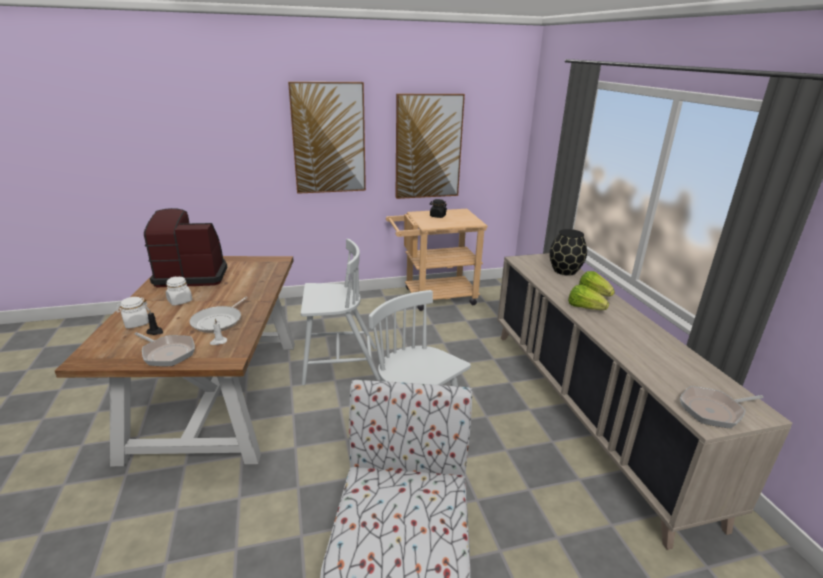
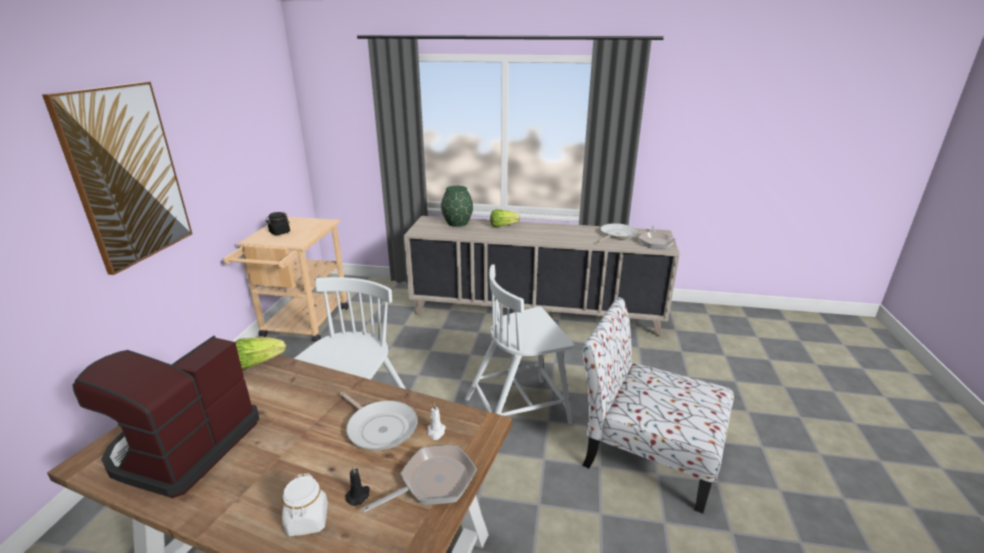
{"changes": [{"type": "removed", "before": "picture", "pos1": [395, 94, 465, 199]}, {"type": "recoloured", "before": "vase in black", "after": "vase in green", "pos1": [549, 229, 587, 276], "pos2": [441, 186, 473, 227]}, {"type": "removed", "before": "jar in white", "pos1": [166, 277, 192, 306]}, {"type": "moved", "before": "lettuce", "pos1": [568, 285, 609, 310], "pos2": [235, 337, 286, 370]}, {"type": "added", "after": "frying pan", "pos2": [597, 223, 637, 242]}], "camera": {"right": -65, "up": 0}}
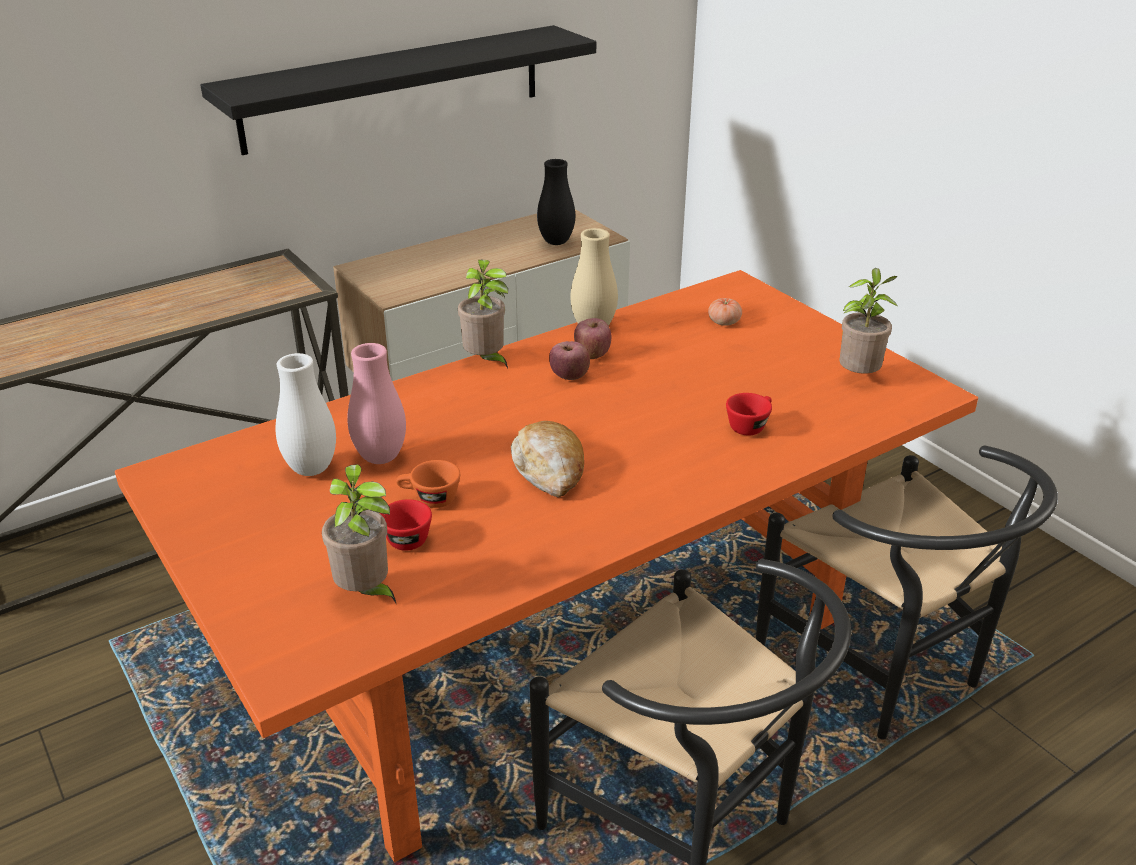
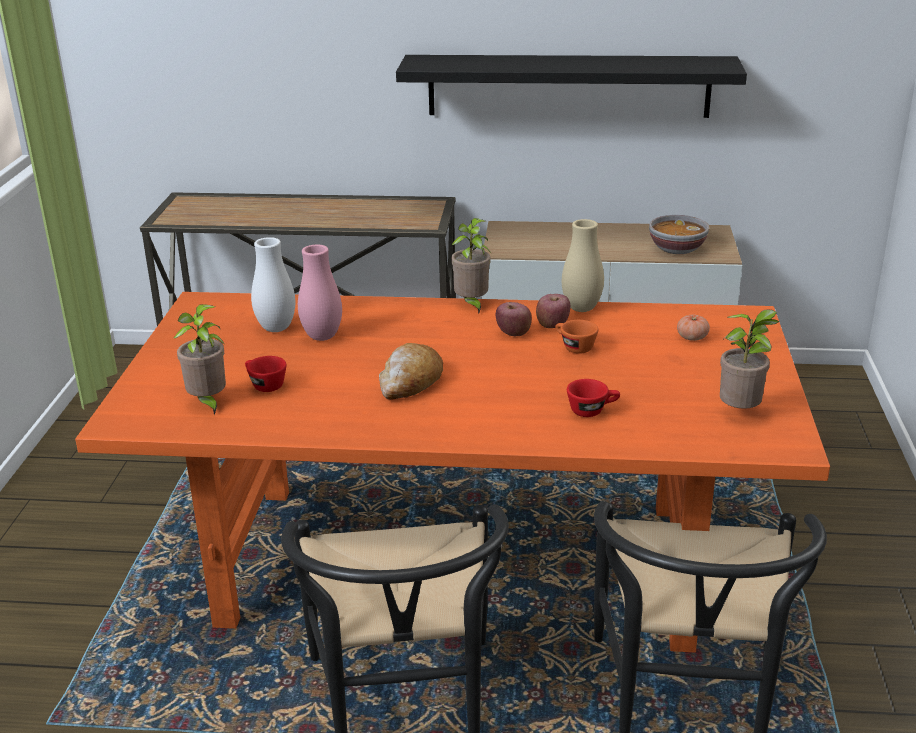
{"changes": [{"type": "replaced", "before": "vase in black", "after": "bowl", "pos1": [537, 159, 575, 245], "pos2": [649, 215, 709, 254]}, {"type": "moved", "before": "cup in orange", "pos1": [396, 460, 460, 508], "pos2": [555, 320, 598, 354]}], "camera": {"right": 40, "up": -5}}
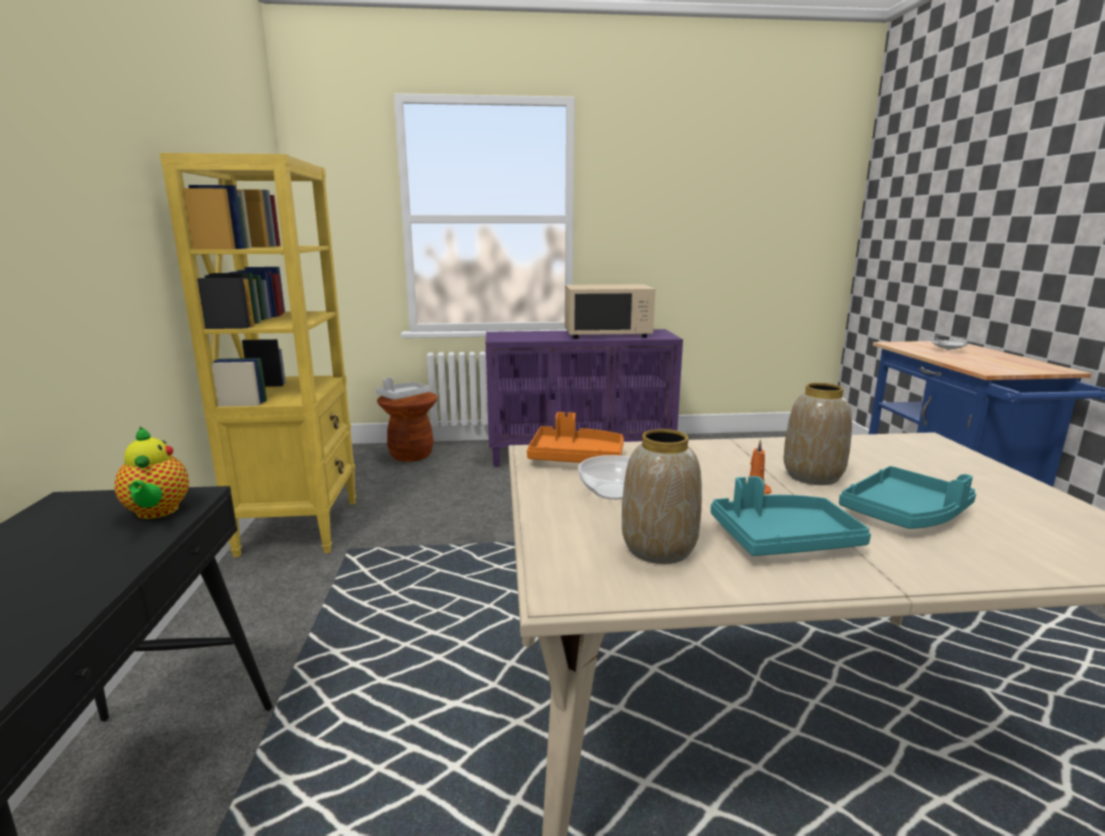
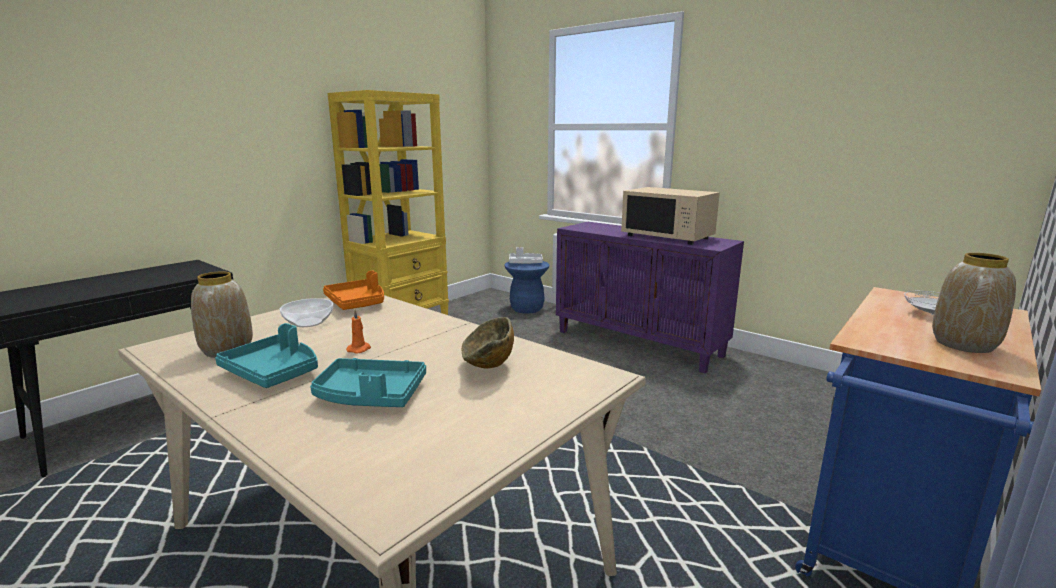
{"changes": [{"type": "moved", "before": "vase", "pos1": [784, 383, 852, 485], "pos2": [932, 253, 1016, 353]}, {"type": "recoloured", "before": "stool in brown", "after": "stool in blue", "pos1": [377, 392, 437, 462], "pos2": [504, 261, 550, 314]}, {"type": "removed", "before": "teapot", "pos1": [114, 427, 189, 519]}, {"type": "added", "after": "bowl", "pos2": [462, 317, 514, 368]}], "camera": {"right": 45, "up": 0}}
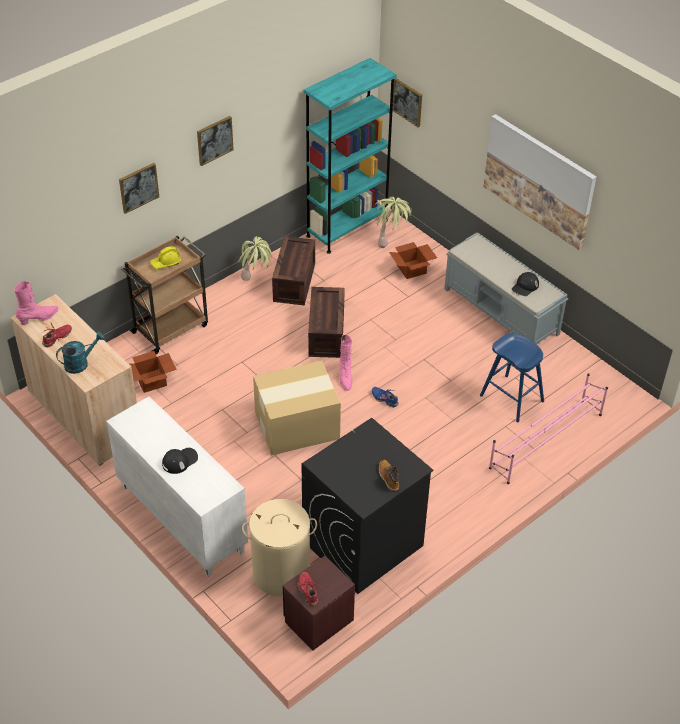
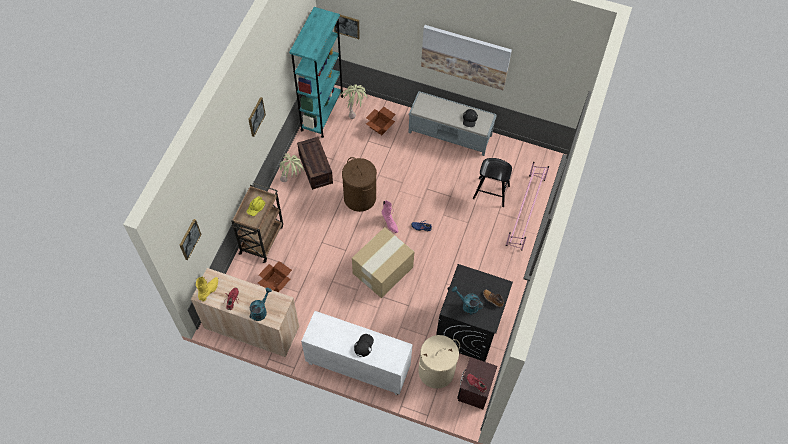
{"changes": [{"type": "moved", "before": "picture", "pos1": [119, 163, 159, 214], "pos2": [180, 219, 201, 260]}, {"type": "recoloured", "before": "boot in pink", "after": "boot in yellow", "pos1": [14, 281, 59, 325], "pos2": [196, 277, 218, 302]}, {"type": "replaced", "before": "crate", "after": "laundry basket in brown", "pos1": [308, 287, 345, 358], "pos2": [342, 157, 377, 212]}, {"type": "recoloured", "before": "stool in blue", "after": "stool in black", "pos1": [480, 333, 544, 422], "pos2": [473, 158, 512, 207]}, {"type": "added", "after": "watering can in turquoise", "pos2": [452, 286, 483, 315]}], "camera": {"right": -30, "up": 15}}
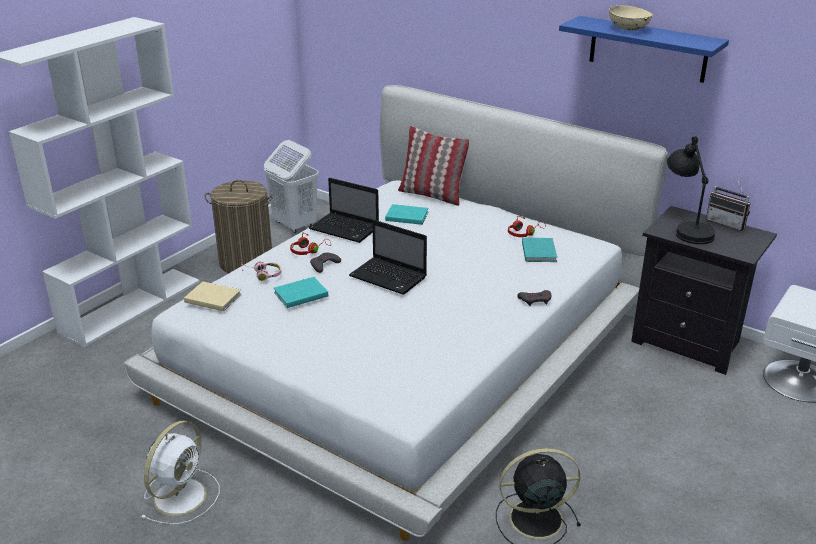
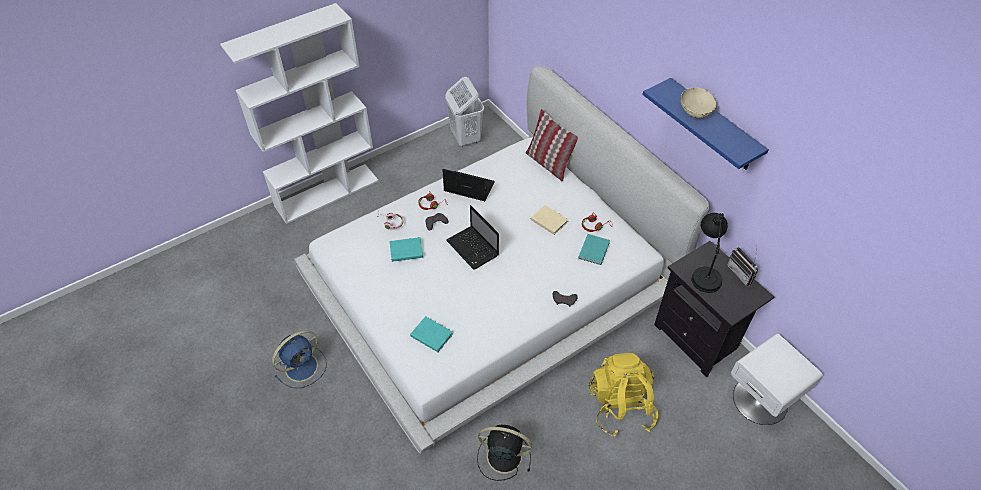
{"changes": [{"type": "turned", "before": "laptop", "pos1": [309, 178, 379, 243], "pos2": [442, 169, 495, 201], "turn": 150}, {"type": "removed", "before": "laundry basket", "pos1": [204, 180, 273, 273]}, {"type": "moved", "before": "book in turquoise", "pos1": [385, 204, 428, 225], "pos2": [410, 316, 453, 352]}, {"type": "moved", "before": "book in beige", "pos1": [184, 281, 241, 311], "pos2": [531, 205, 569, 235]}, {"type": "recoloured", "before": "fan in white", "after": "fan in blue", "pos1": [140, 421, 220, 525], "pos2": [272, 330, 327, 388]}, {"type": "added", "after": "backpack in yellow", "pos2": [589, 353, 659, 437]}], "camera": {"right": 20, "up": 20}}
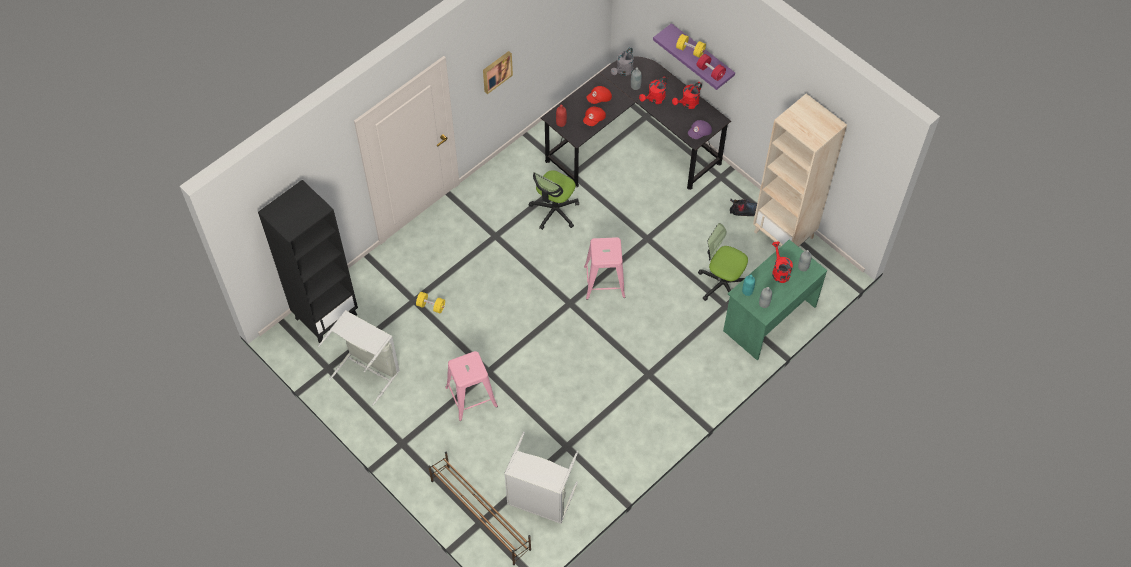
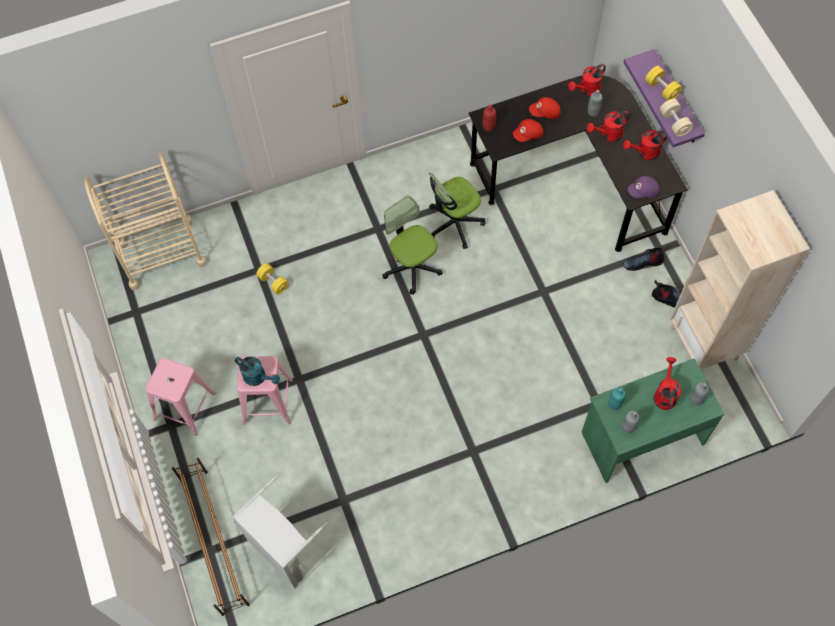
{"changes": [{"type": "recoloured", "before": "watering can in grey", "after": "watering can in red", "pos1": [611, 47, 634, 76], "pos2": [568, 64, 606, 96]}, {"type": "removed", "before": "picture", "pos1": [483, 51, 513, 94]}, {"type": "recoloured", "before": "dumbbell in red", "after": "dumbbell in beige", "pos1": [697, 54, 726, 81], "pos2": [660, 99, 693, 137]}, {"type": "replaced", "before": "bookcase in black", "after": "cart in beige", "pos1": [258, 180, 358, 343], "pos2": [84, 152, 207, 290]}, {"type": "moved", "before": "office chair", "pos1": [698, 223, 748, 301], "pos2": [382, 196, 443, 295]}, {"type": "moved", "before": "stool in pink", "pos1": [584, 237, 625, 300], "pos2": [146, 358, 216, 435]}, {"type": "removed", "before": "laundry basket in grey", "pos1": [318, 310, 400, 405]}, {"type": "added", "after": "boot", "pos2": [623, 246, 670, 271]}, {"type": "added", "after": "watering can in turquoise", "pos2": [235, 356, 280, 386]}], "camera": {"right": 25, "up": 5}}
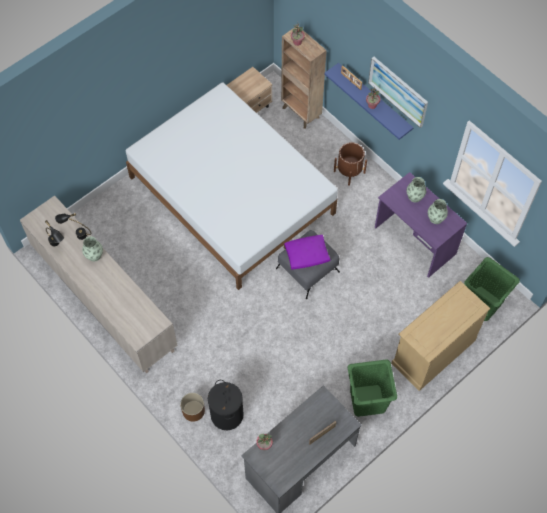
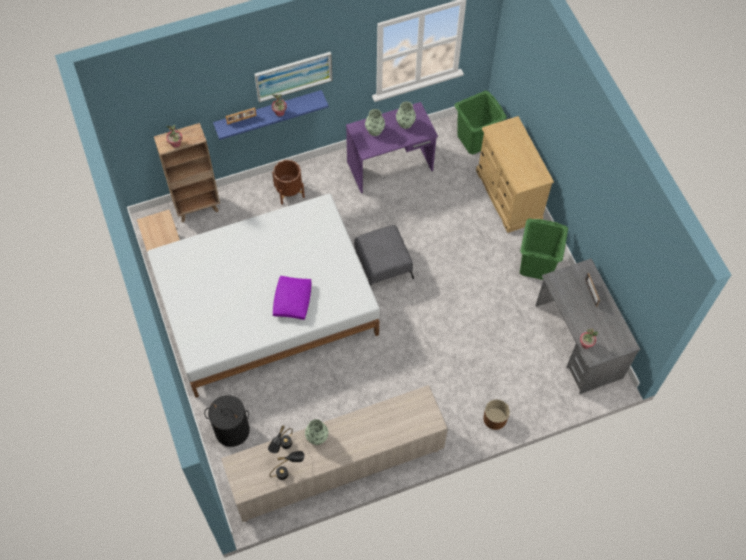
{"changes": [{"type": "moved", "before": "pillow in purple", "pos1": [284, 235, 330, 269], "pos2": [273, 276, 311, 320]}, {"type": "moved", "before": "laundry basket in black", "pos1": [208, 380, 244, 430], "pos2": [204, 395, 250, 447]}], "camera": {"right": -70, "up": 0}}
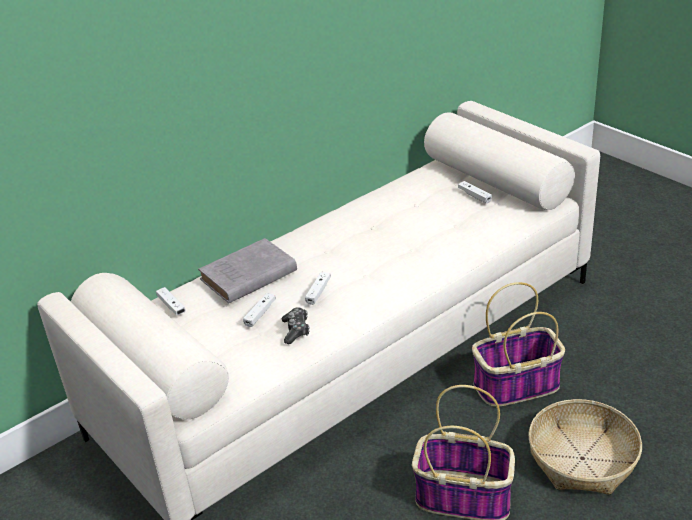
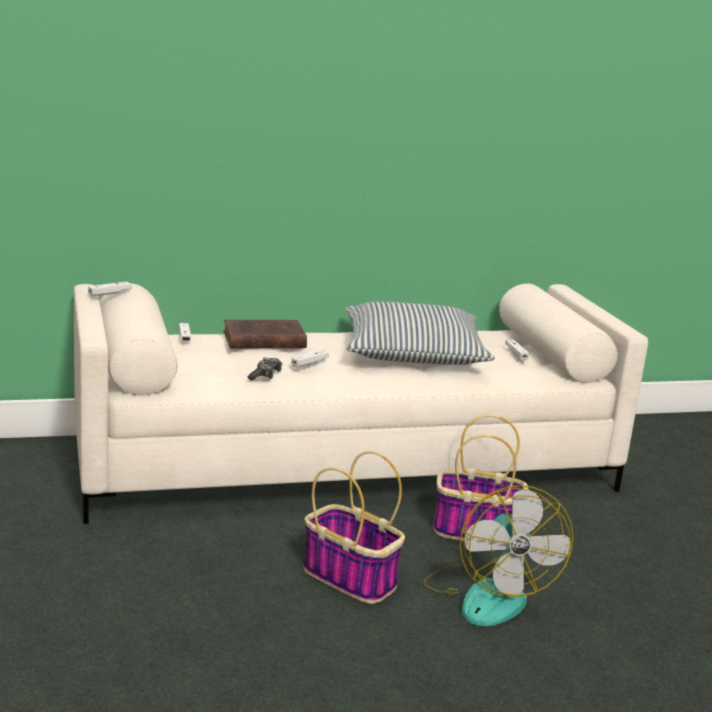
{"changes": [{"type": "recoloured", "before": "book in grey", "after": "book in brown", "pos1": [198, 238, 297, 304], "pos2": [224, 320, 307, 348]}, {"type": "moved", "before": "game controller in white", "pos1": [243, 293, 276, 327], "pos2": [88, 282, 131, 296]}, {"type": "replaced", "before": "basket", "after": "fan", "pos1": [528, 399, 642, 495], "pos2": [423, 485, 574, 626]}, {"type": "added", "after": "pillow", "pos2": [346, 302, 495, 365]}], "camera": {"right": 20, "up": -15}}
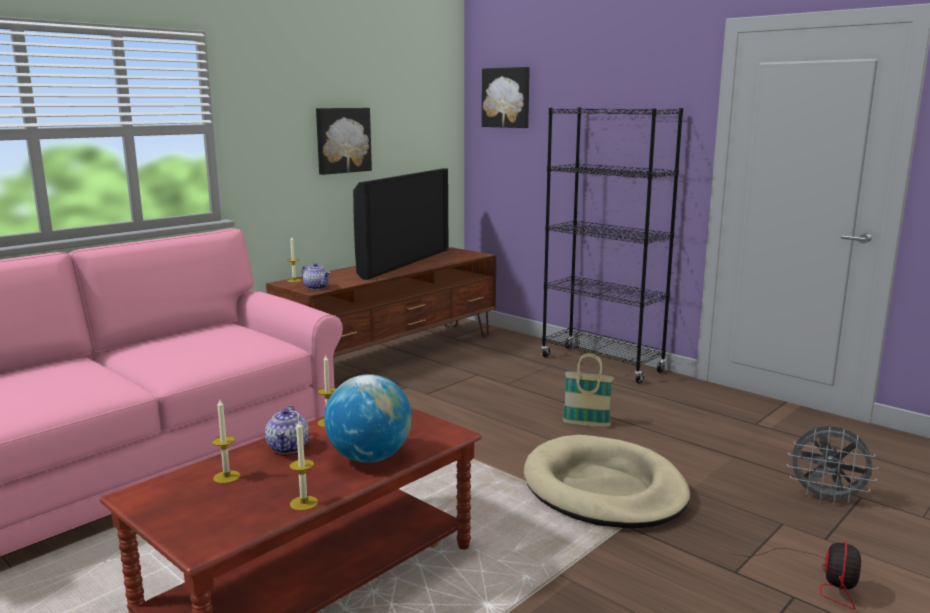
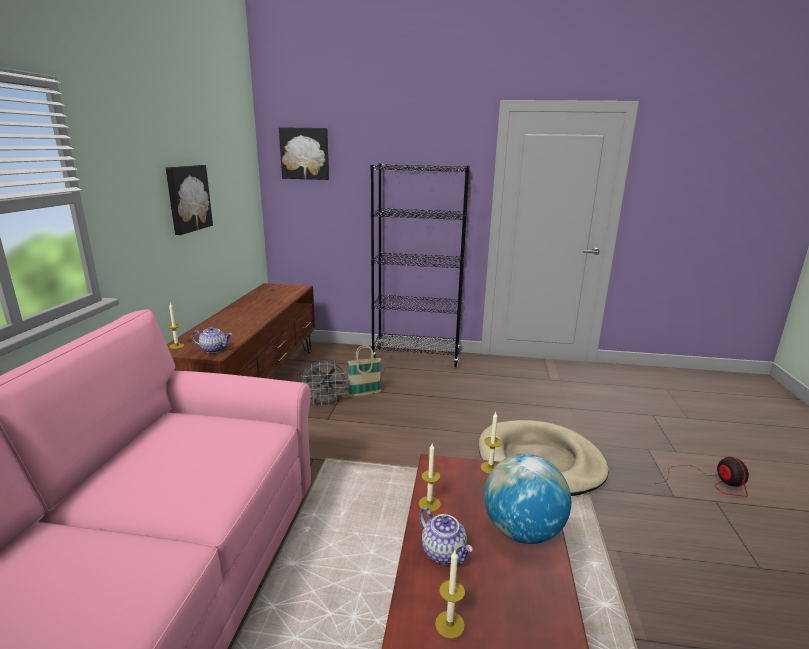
{"changes": [{"type": "removed", "before": "television", "pos1": [353, 168, 449, 280]}, {"type": "moved", "before": "basket", "pos1": [563, 353, 614, 427], "pos2": [348, 345, 381, 397]}, {"type": "moved", "before": "candle", "pos1": [289, 421, 318, 511], "pos2": [481, 412, 502, 474]}, {"type": "moved", "before": "fan in grey", "pos1": [787, 426, 879, 505], "pos2": [301, 360, 349, 407]}], "camera": {"right": -35, "up": 5}}
